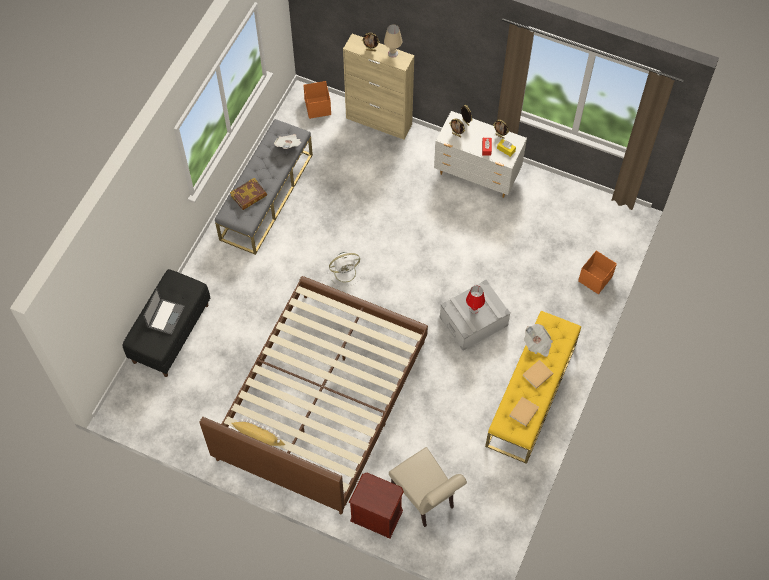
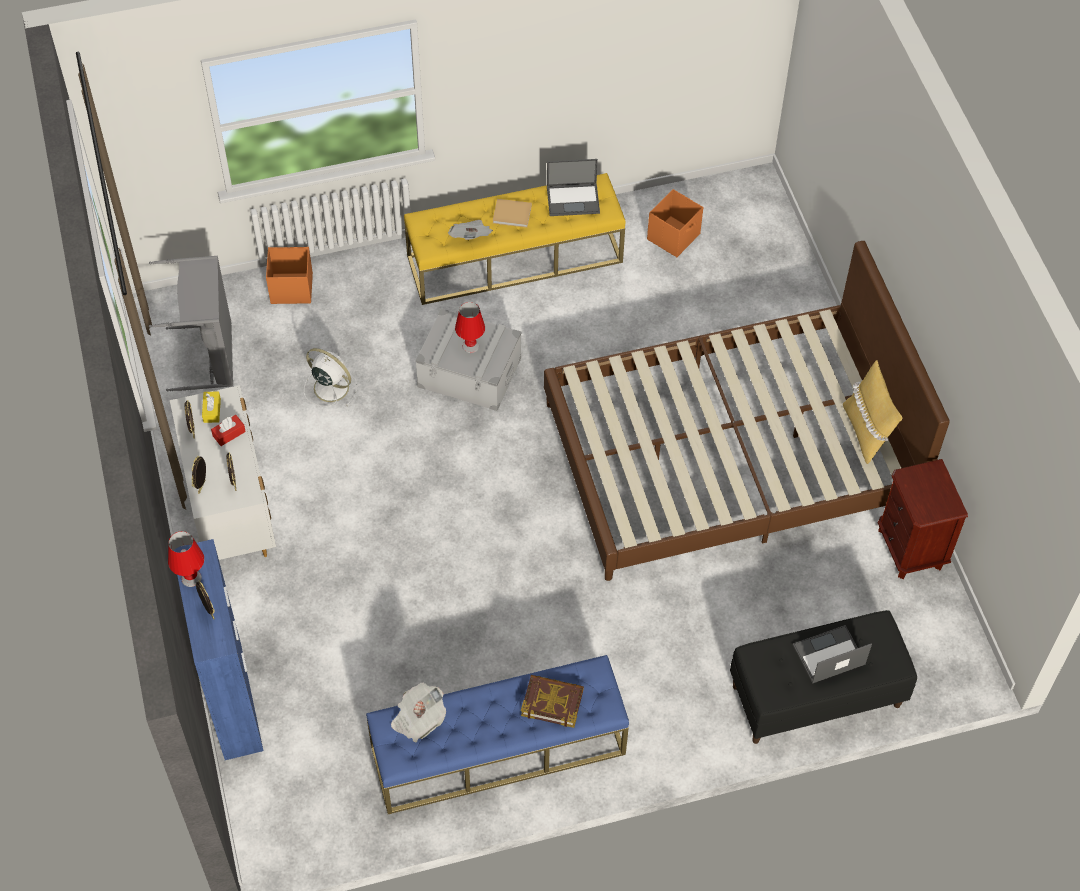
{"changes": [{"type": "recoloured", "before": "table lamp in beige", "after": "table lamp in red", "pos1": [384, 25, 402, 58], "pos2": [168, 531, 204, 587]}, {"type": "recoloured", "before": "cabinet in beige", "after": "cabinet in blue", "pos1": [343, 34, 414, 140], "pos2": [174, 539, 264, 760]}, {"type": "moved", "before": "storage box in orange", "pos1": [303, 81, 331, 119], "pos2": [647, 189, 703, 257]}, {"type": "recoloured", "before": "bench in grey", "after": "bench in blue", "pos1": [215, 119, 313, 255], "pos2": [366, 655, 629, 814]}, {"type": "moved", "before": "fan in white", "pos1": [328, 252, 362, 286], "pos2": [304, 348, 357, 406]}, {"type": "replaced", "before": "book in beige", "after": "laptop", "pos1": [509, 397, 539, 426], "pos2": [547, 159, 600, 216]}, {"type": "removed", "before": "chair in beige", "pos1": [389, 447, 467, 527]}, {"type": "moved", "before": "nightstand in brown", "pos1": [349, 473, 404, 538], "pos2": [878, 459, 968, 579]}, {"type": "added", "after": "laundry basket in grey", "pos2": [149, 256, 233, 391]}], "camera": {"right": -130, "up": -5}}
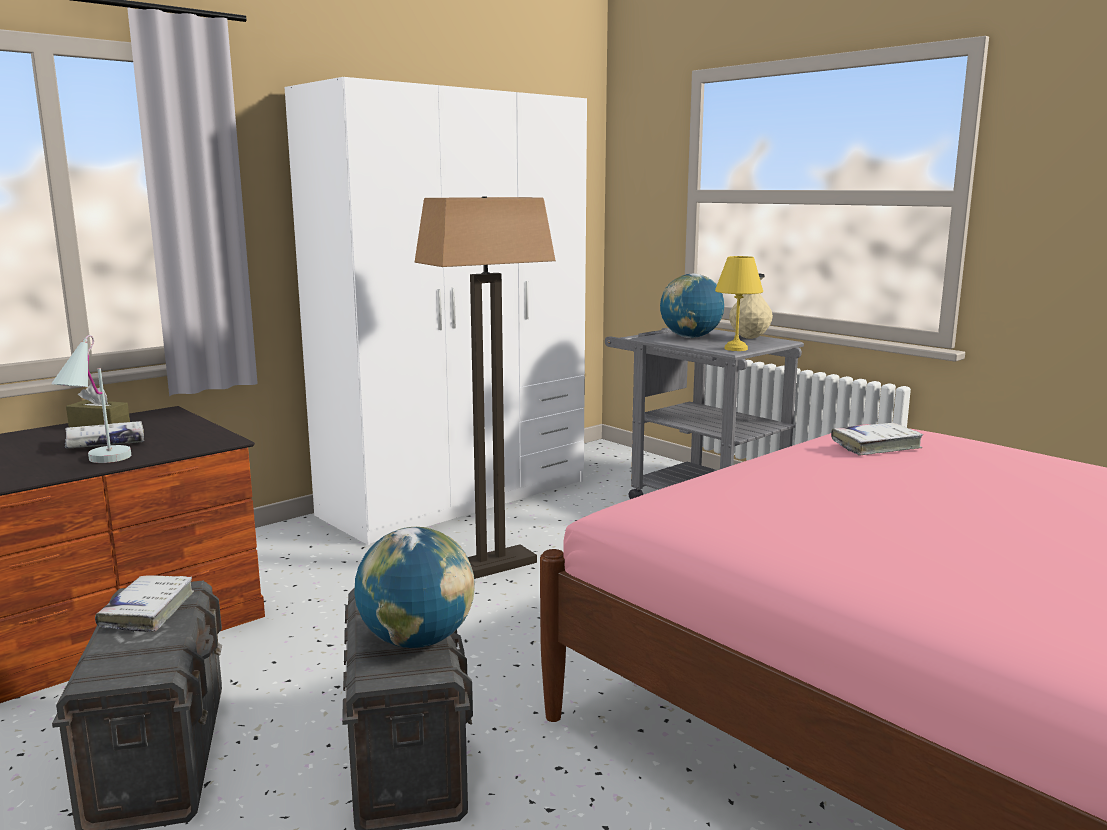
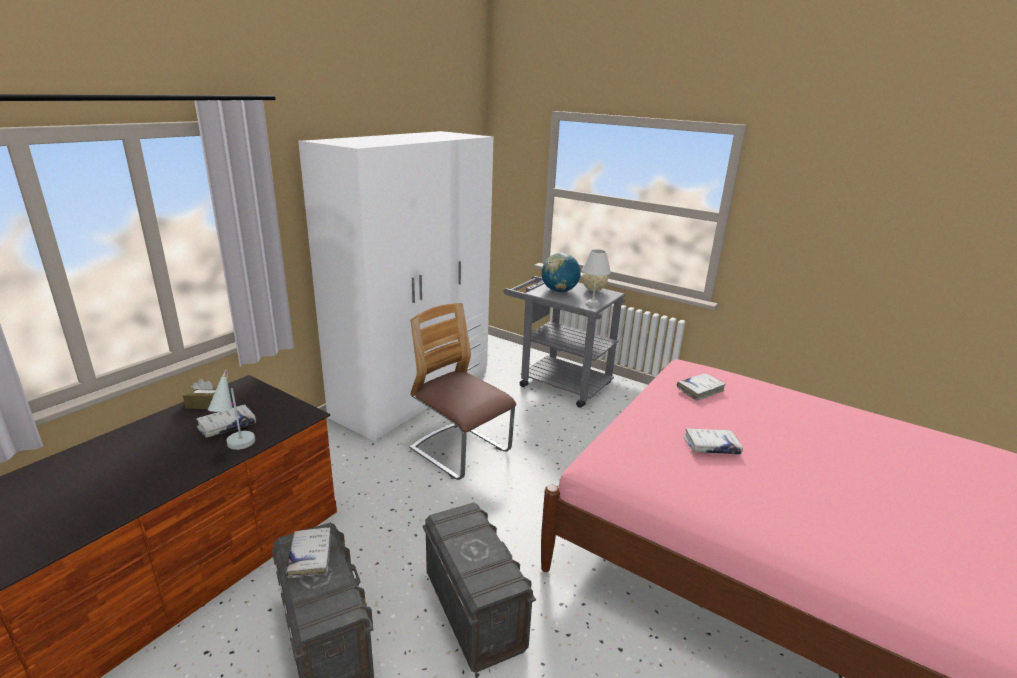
{"changes": [{"type": "replaced", "before": "floor lamp", "after": "chair", "pos1": [414, 197, 556, 579], "pos2": [410, 303, 516, 480]}, {"type": "recoloured", "before": "table lamp in yellow", "after": "table lamp in white", "pos1": [715, 256, 763, 351], "pos2": [582, 249, 611, 307]}, {"type": "removed", "before": "globe", "pos1": [354, 526, 475, 648]}, {"type": "added", "after": "book in white", "pos2": [684, 428, 743, 455]}], "camera": {"right": -15, "up": 10}}
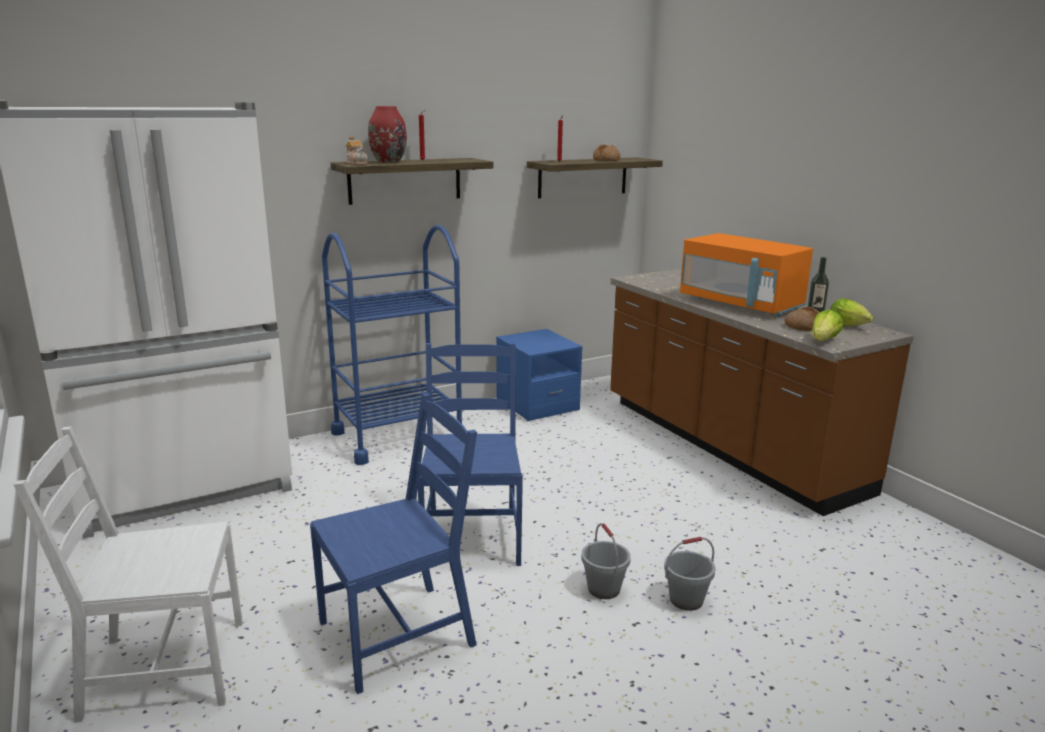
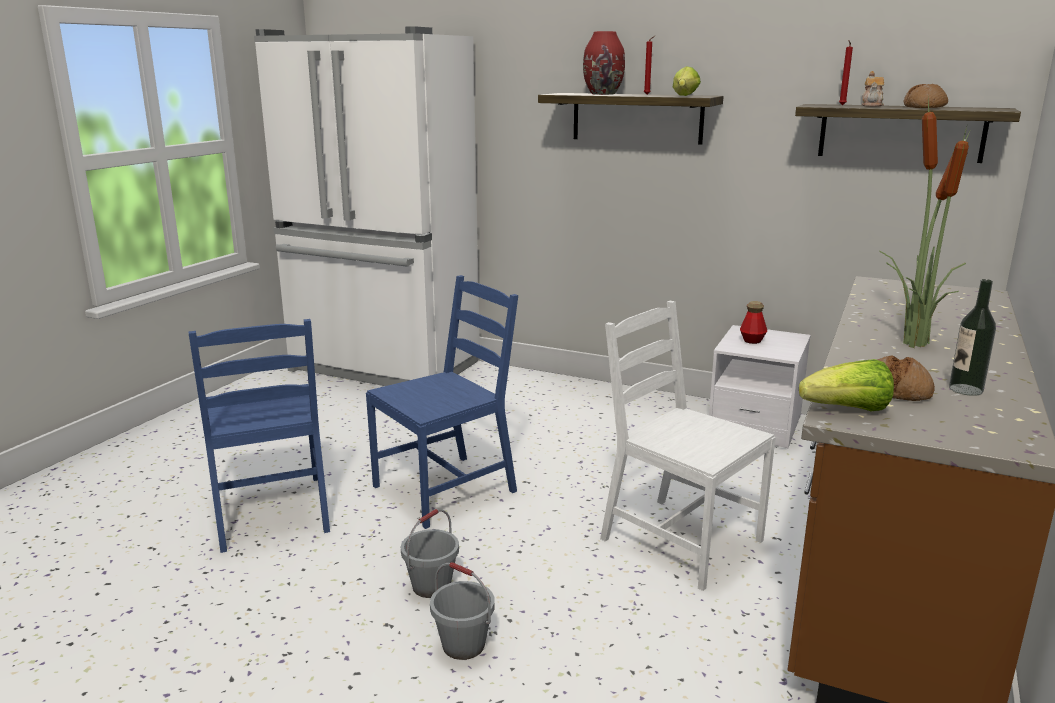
{"changes": [{"type": "moved", "before": "teapot", "pos1": [346, 135, 368, 165], "pos2": [862, 71, 884, 107]}, {"type": "removed", "before": "cart in blue", "pos1": [322, 225, 462, 465]}, {"type": "replaced", "before": "microwave in orange", "after": "potted plant", "pos1": [680, 233, 813, 317], "pos2": [879, 99, 969, 348]}, {"type": "moved", "before": "lettuce", "pos1": [830, 298, 873, 326], "pos2": [673, 66, 701, 96]}, {"type": "recoloured", "before": "nightstand in blue", "after": "nightstand in white", "pos1": [496, 329, 583, 421], "pos2": [709, 325, 811, 448]}, {"type": "turned", "before": "chair in blue", "pos1": [310, 393, 477, 694], "pos2": [189, 319, 330, 553], "turn": 45}, {"type": "moved", "before": "chair in white", "pos1": [13, 427, 243, 723], "pos2": [600, 301, 776, 591]}, {"type": "added", "after": "bottle", "pos2": [740, 301, 767, 344]}], "camera": {"right": 55, "up": 0}}
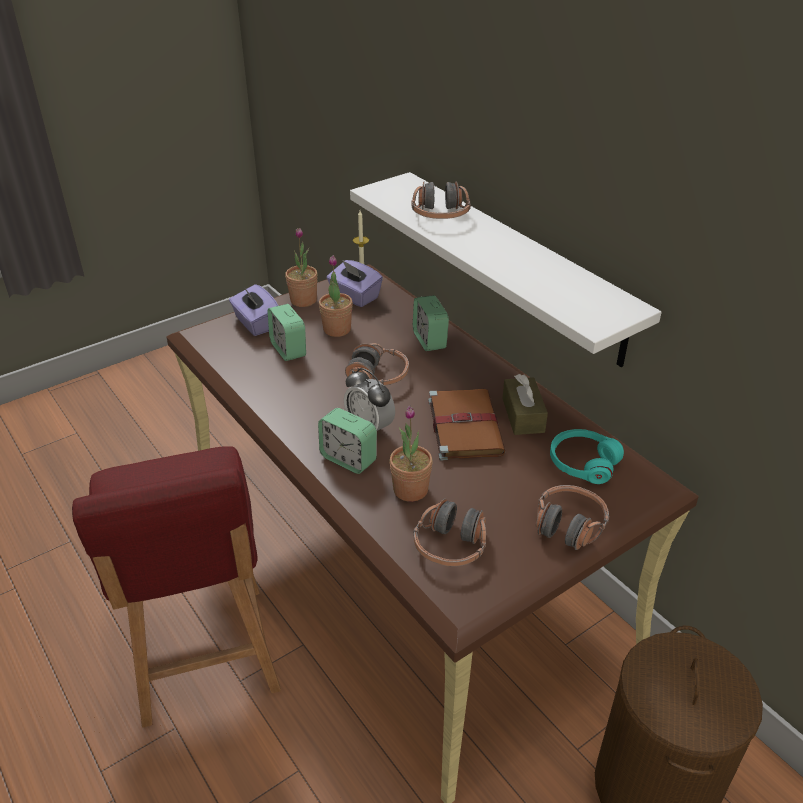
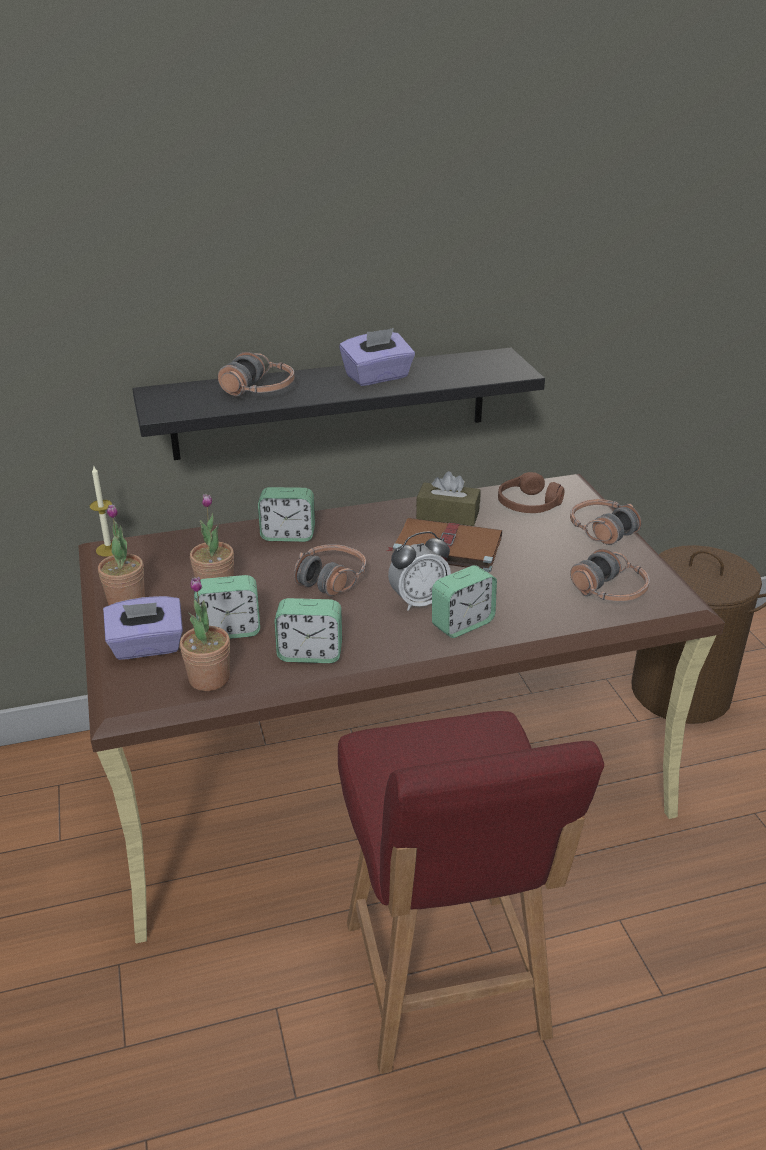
{"changes": [{"type": "recoloured", "before": "shelf in white", "after": "shelf in black", "pos1": [350, 172, 662, 367], "pos2": [132, 348, 545, 460]}, {"type": "moved", "before": "tissue box in purple", "pos1": [327, 260, 383, 307], "pos2": [339, 328, 415, 386]}, {"type": "moved", "before": "potted plant", "pos1": [389, 405, 433, 502], "pos2": [180, 577, 230, 691]}, {"type": "recoloured", "before": "headphones in turquoise", "after": "headphones in brown", "pos1": [550, 429, 624, 484], "pos2": [498, 472, 565, 513]}, {"type": "turned", "before": "chair in red", "pos1": [72, 446, 281, 728], "pos2": [338, 711, 604, 1074], "turn": 75}, {"type": "added", "after": "alarm clock", "pos2": [274, 598, 342, 663]}], "camera": {"right": -70, "up": -5}}
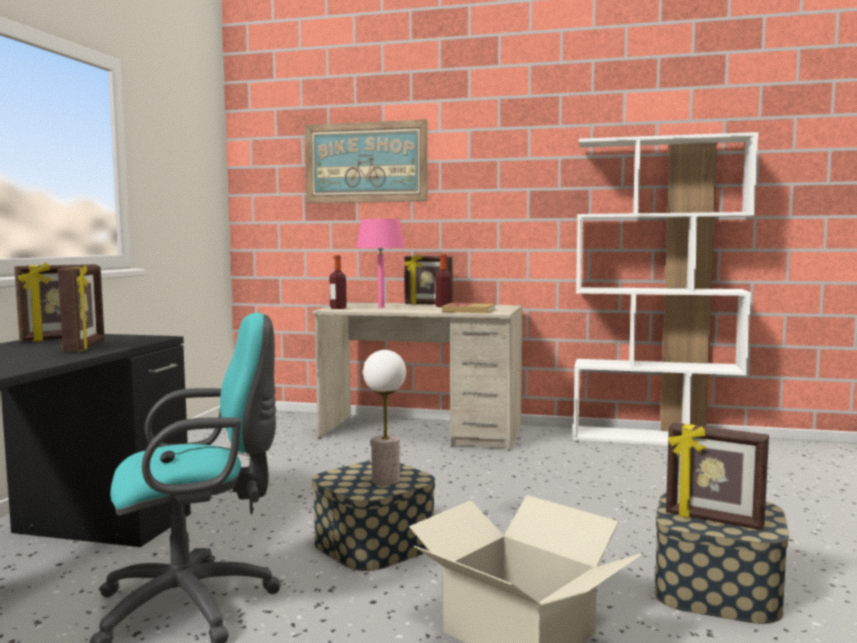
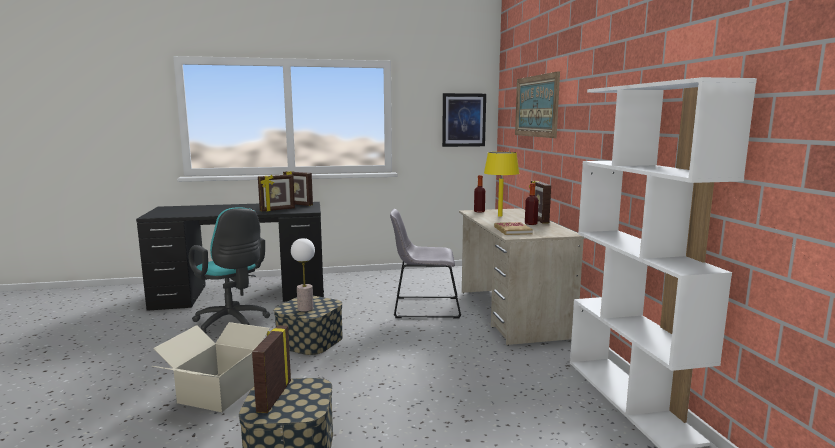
{"changes": [{"type": "recoloured", "before": "table lamp in pink", "after": "table lamp in yellow", "pos1": [356, 219, 405, 308], "pos2": [484, 152, 520, 217]}, {"type": "added", "after": "picture", "pos2": [442, 93, 486, 147]}, {"type": "added", "after": "chair in grey", "pos2": [390, 209, 461, 319]}], "camera": {"right": 65, "up": 5}}
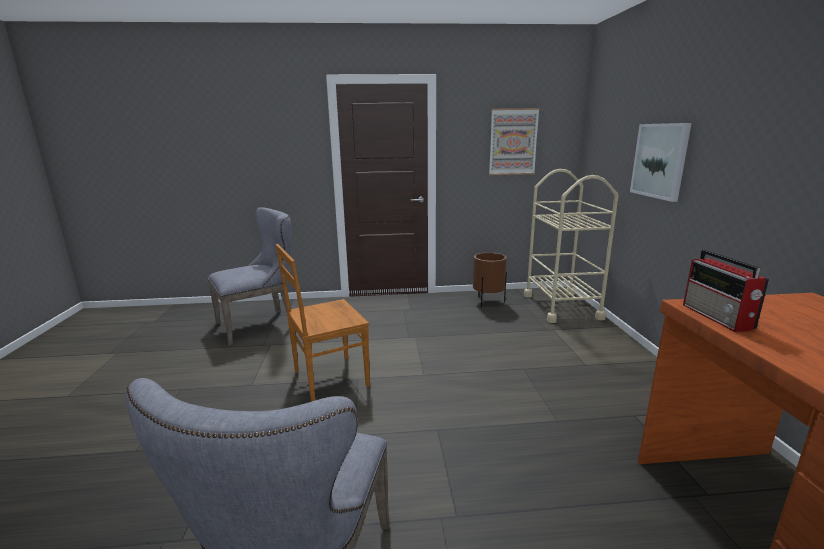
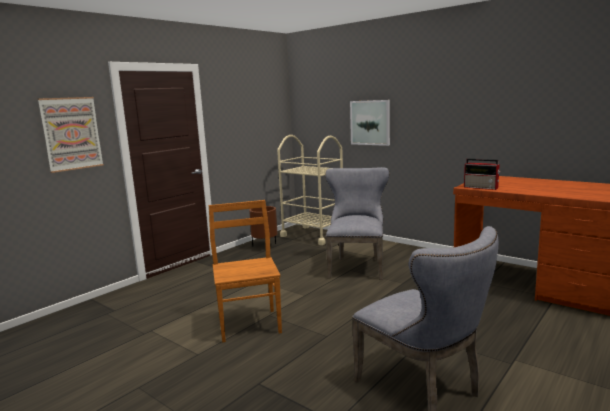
{"changes": [{"type": "moved", "before": "picture", "pos1": [489, 108, 539, 175], "pos2": [38, 97, 104, 173]}, {"type": "moved", "before": "chair in grey", "pos1": [208, 207, 292, 346], "pos2": [325, 167, 389, 280]}, {"type": "turned", "before": "chair in brown", "pos1": [276, 244, 370, 402], "pos2": [209, 200, 282, 342], "turn": 150}], "camera": {"right": -45, "up": -5}}
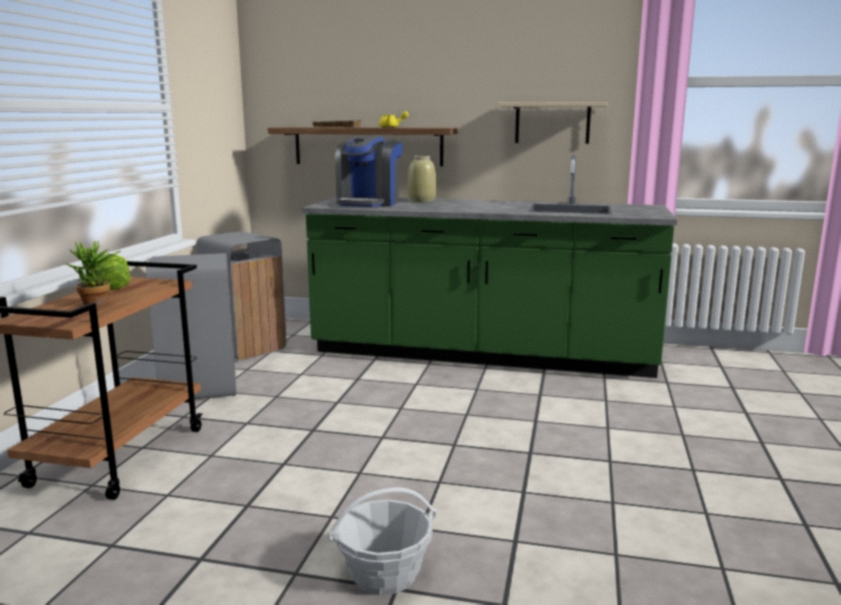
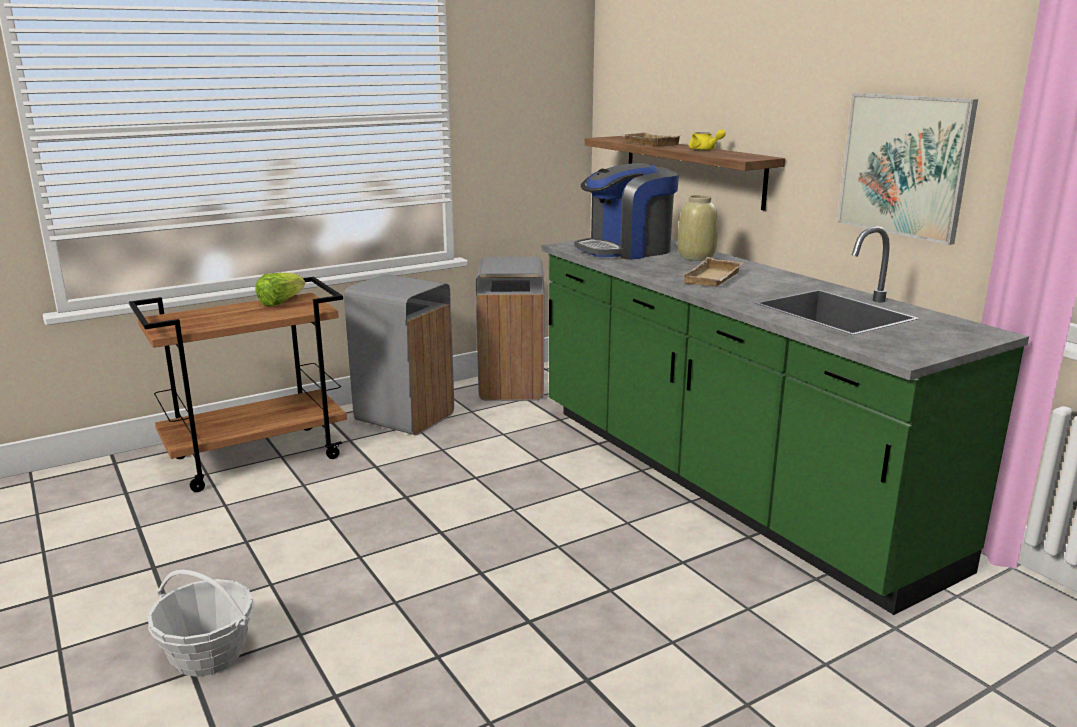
{"changes": [{"type": "replaced", "before": "shelf in beige", "after": "picture", "pos1": [498, 102, 608, 144], "pos2": [837, 93, 978, 245]}, {"type": "removed", "before": "potted plant", "pos1": [65, 241, 121, 307]}, {"type": "added", "after": "tray in beige", "pos2": [682, 257, 744, 287]}], "camera": {"right": 45, "up": 5}}
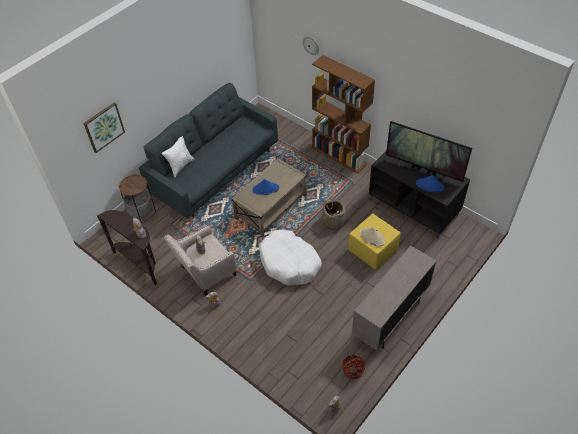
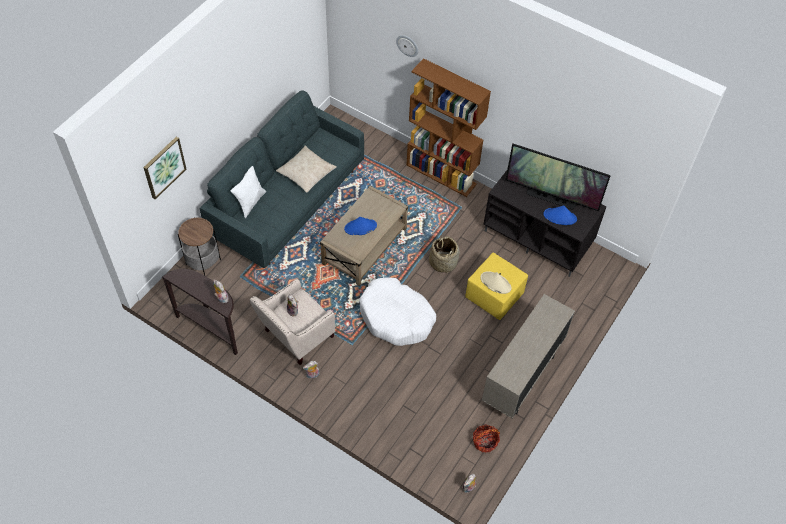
{"changes": [{"type": "added", "after": "pillow in beige", "pos2": [276, 146, 337, 193]}], "camera": {"right": -10, "up": 5}}
